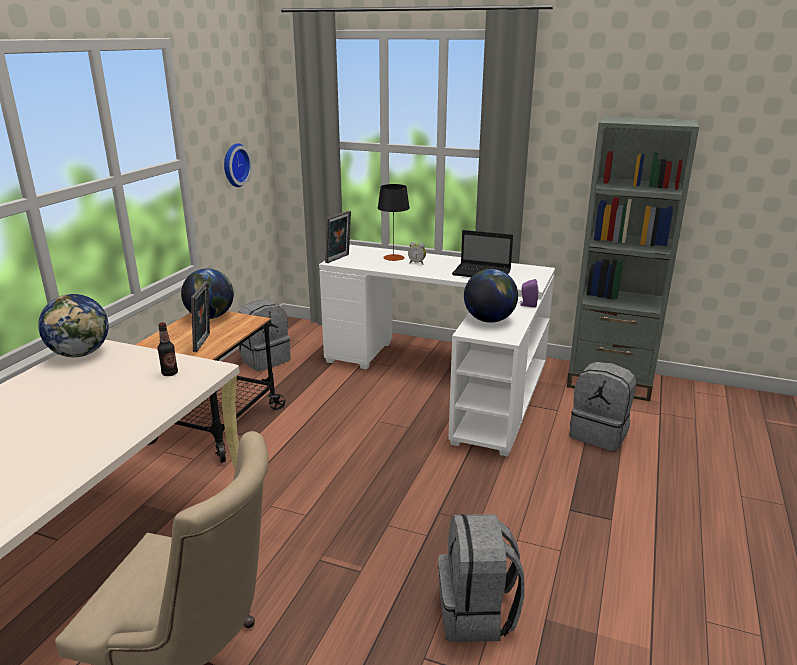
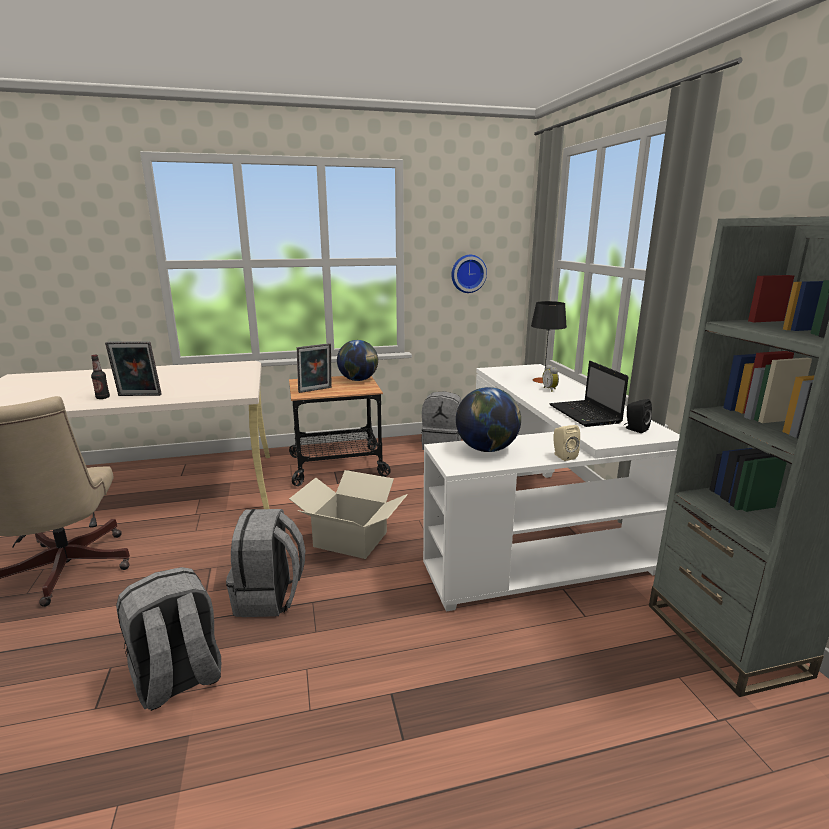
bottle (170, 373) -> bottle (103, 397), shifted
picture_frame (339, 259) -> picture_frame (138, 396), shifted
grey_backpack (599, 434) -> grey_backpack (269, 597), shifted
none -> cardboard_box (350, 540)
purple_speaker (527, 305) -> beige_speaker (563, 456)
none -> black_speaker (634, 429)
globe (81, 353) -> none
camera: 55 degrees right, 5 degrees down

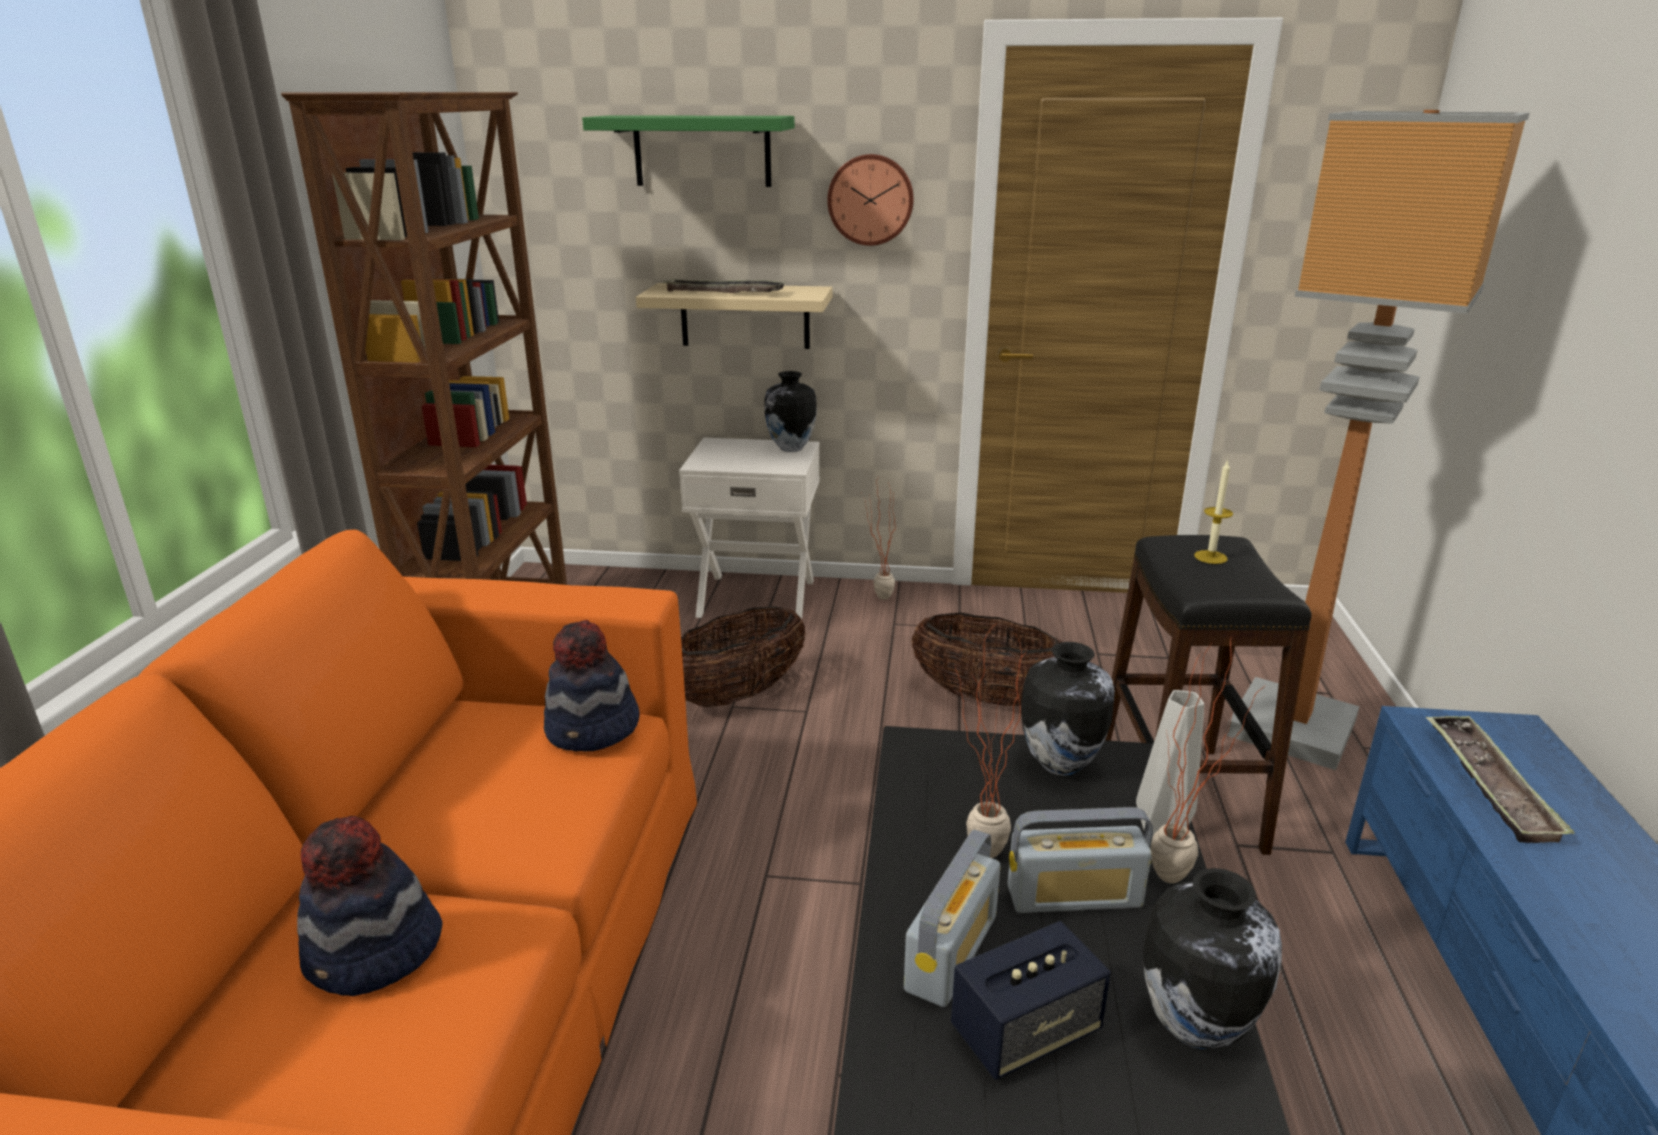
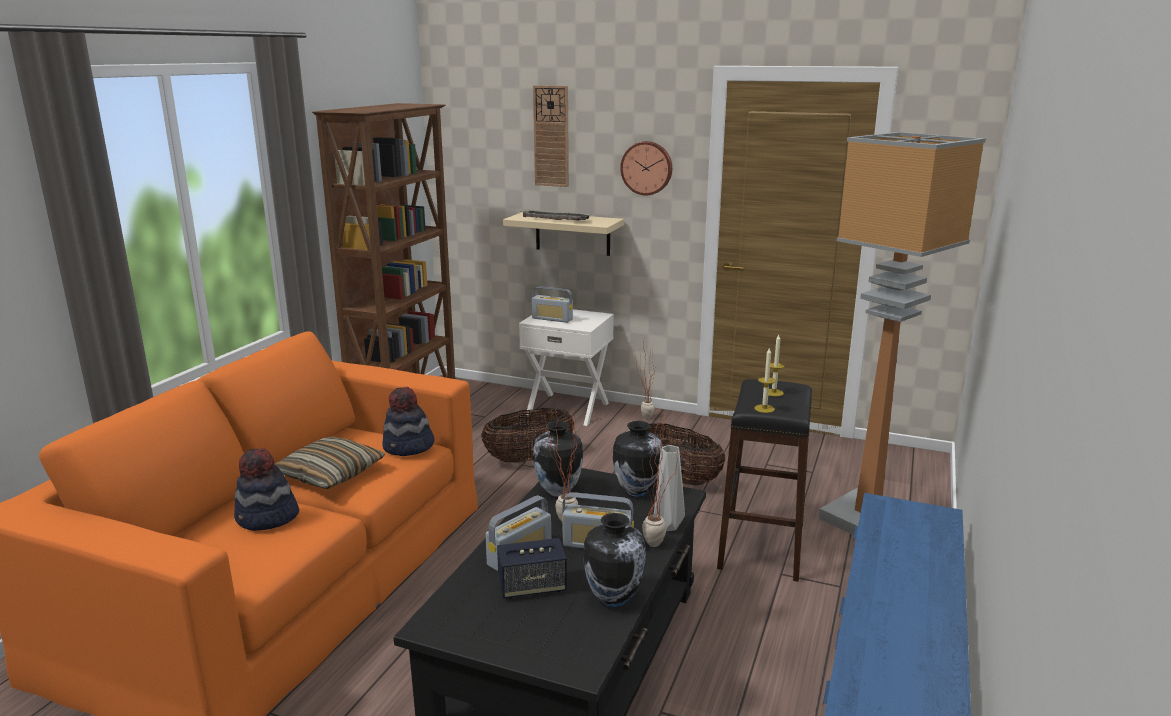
none -> pillow (330, 474)
none -> radio (552, 319)
green_shelf (702, 151) -> wall_clock (551, 136)
vase (790, 449) -> vase (557, 492), shifted
none -> candle (764, 408)
tray (1489, 783) -> none
camera: 15 degrees right, 5 degrees down

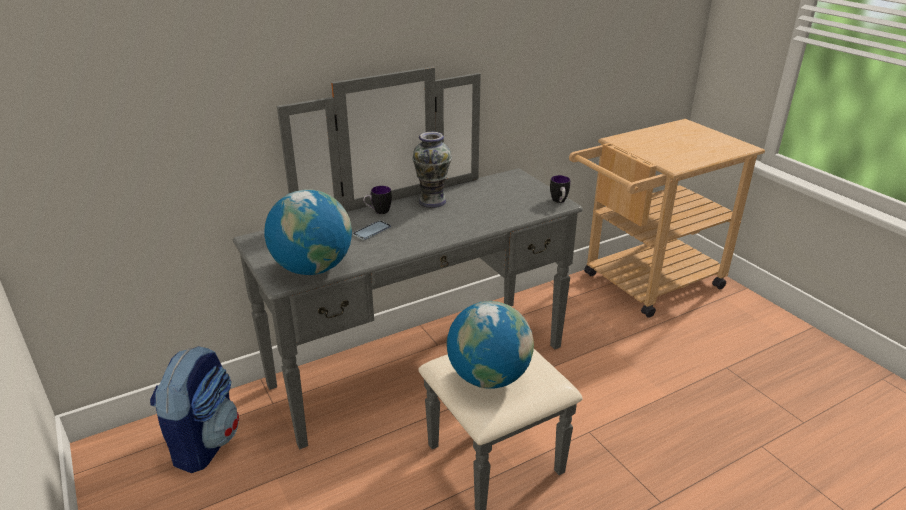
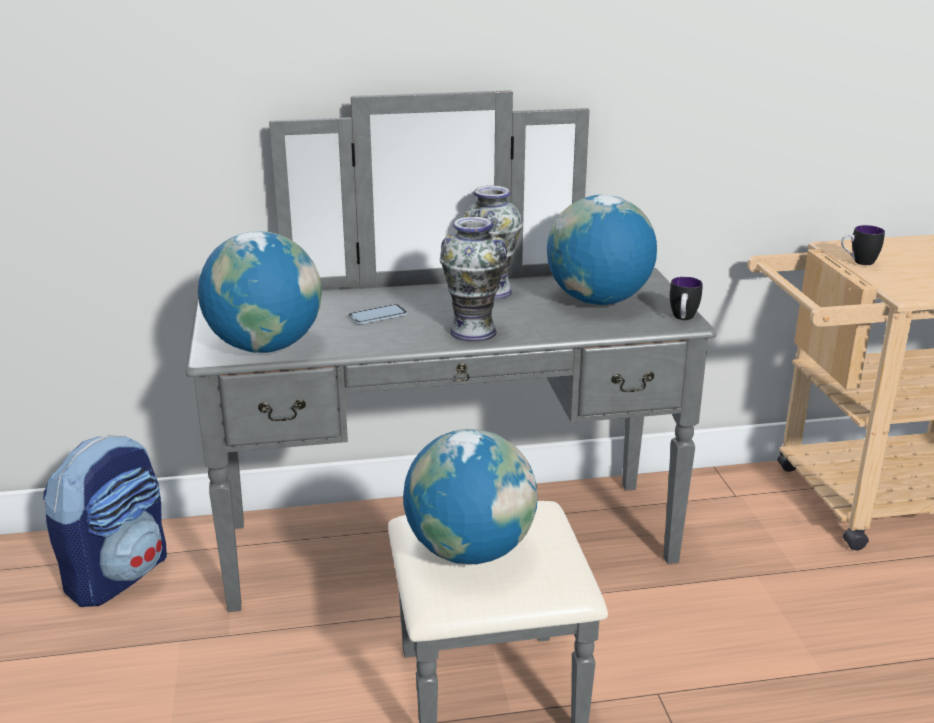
none -> vase (473, 331)
none -> globe (598, 300)
mug (378, 212) -> mug (858, 262), shifted
camera: 20 degrees right, 5 degrees down

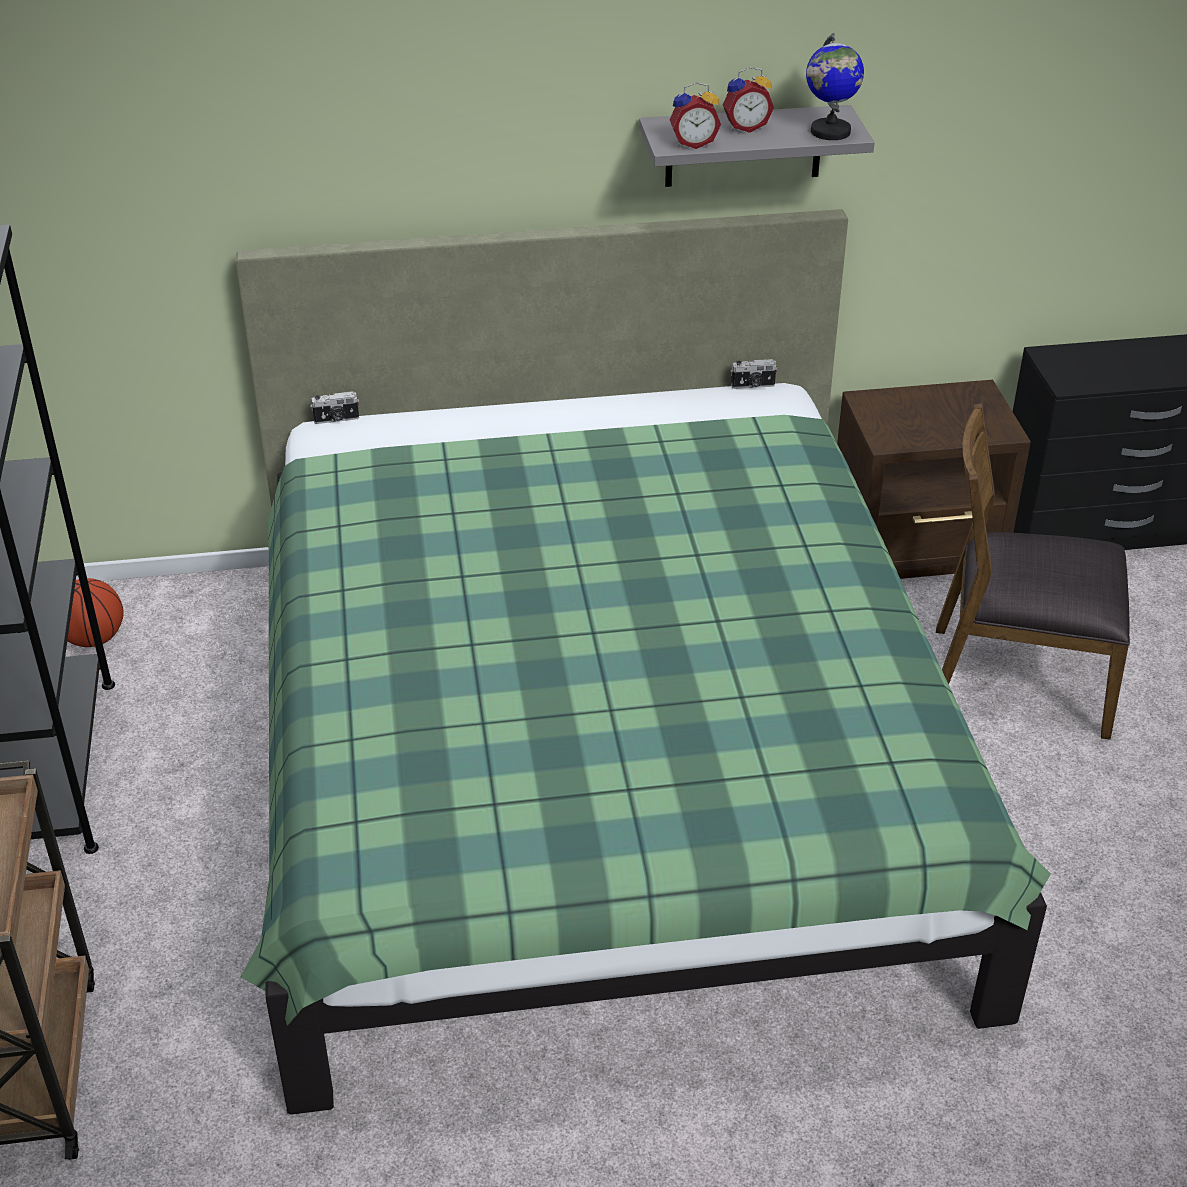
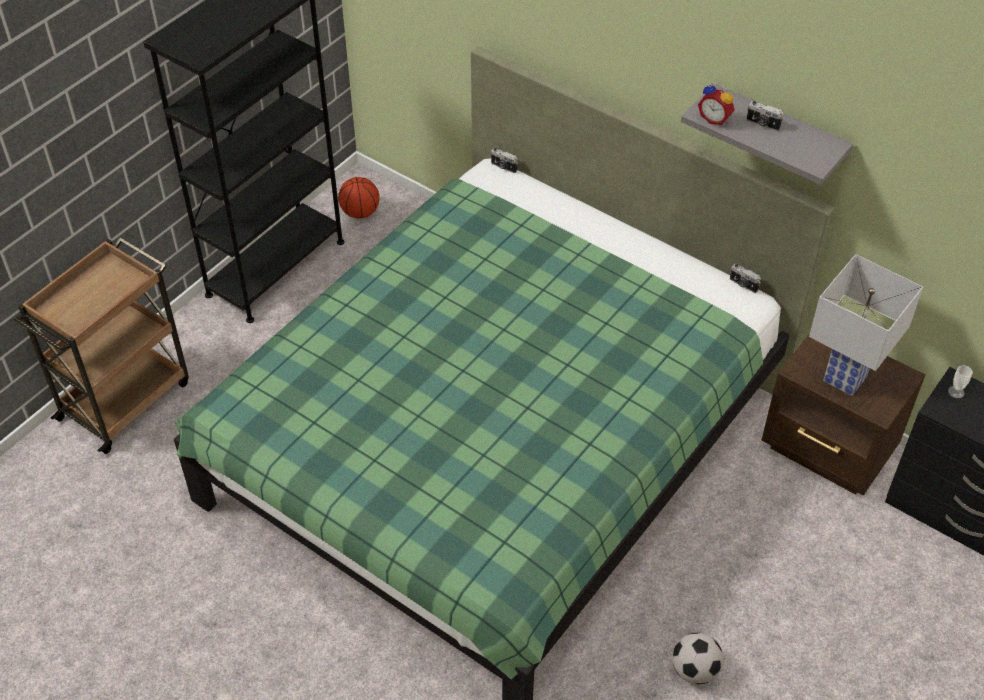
none -> football (694, 670)
alarm_clock (745, 127) -> photo_camera (762, 124)
none -> white_table_lamp (845, 379)
none -> cup (956, 392)
globe (830, 132) -> none
brown_chair (1018, 678) -> none
camera: 45 degrees right, 10 degrees up

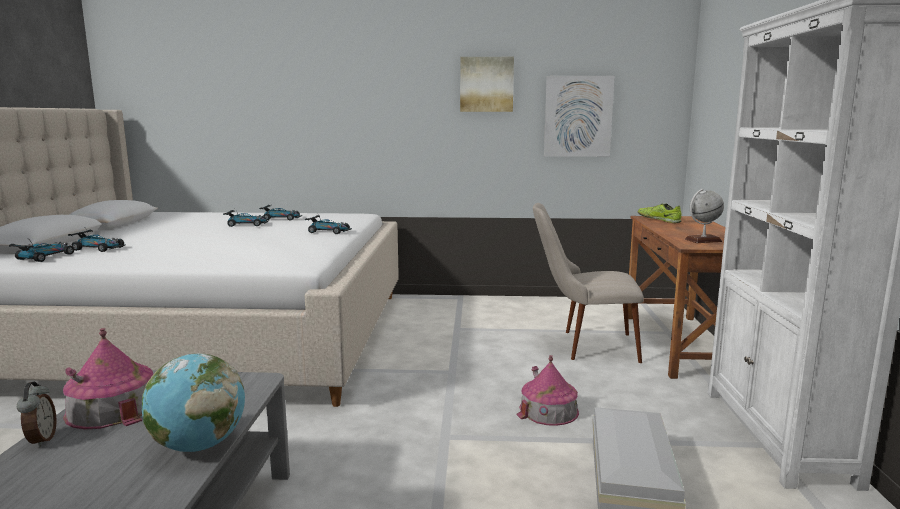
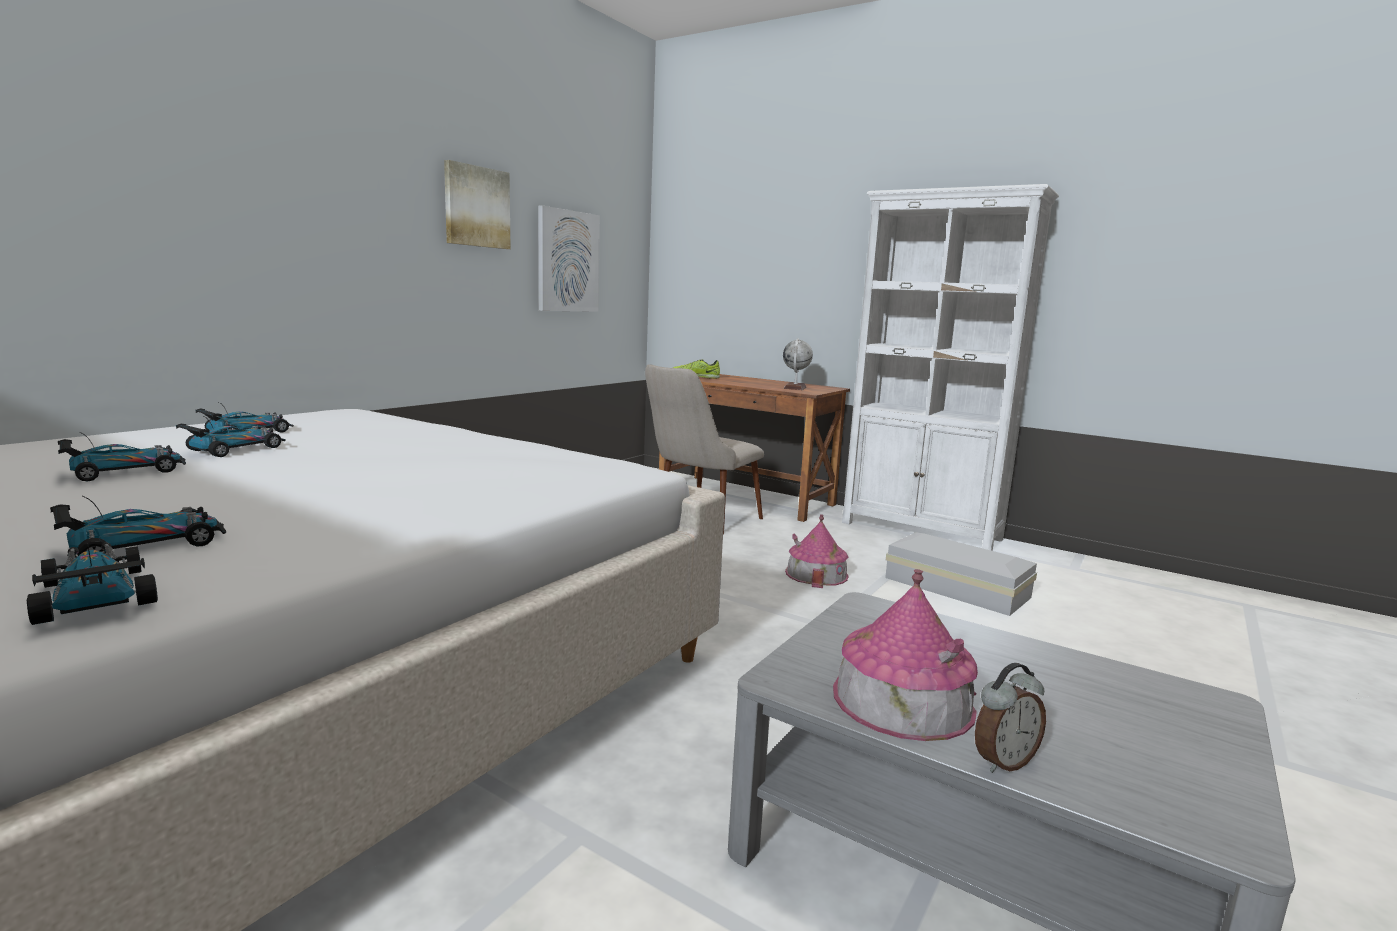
toy_car (329, 231) -> toy_car (124, 471), shifted
alarm_clock (41, 440) -> alarm_clock (1002, 761), 135 degrees clockwise
globe (198, 446) -> none
camera: 60 degrees left, 0 degrees up

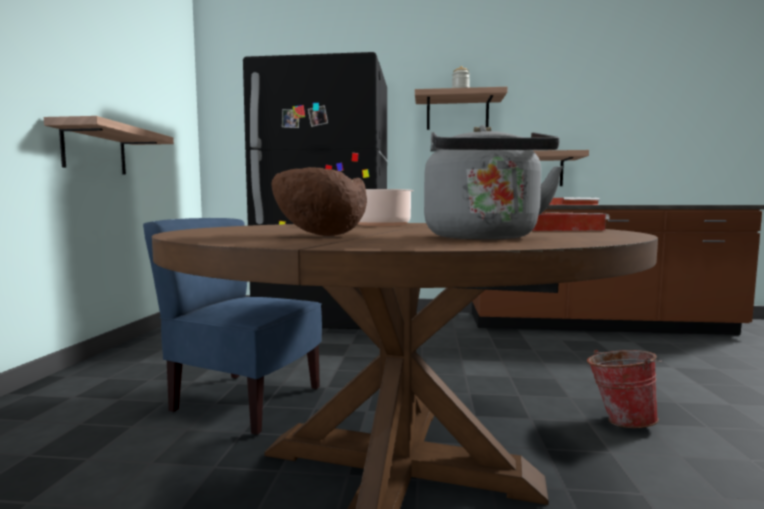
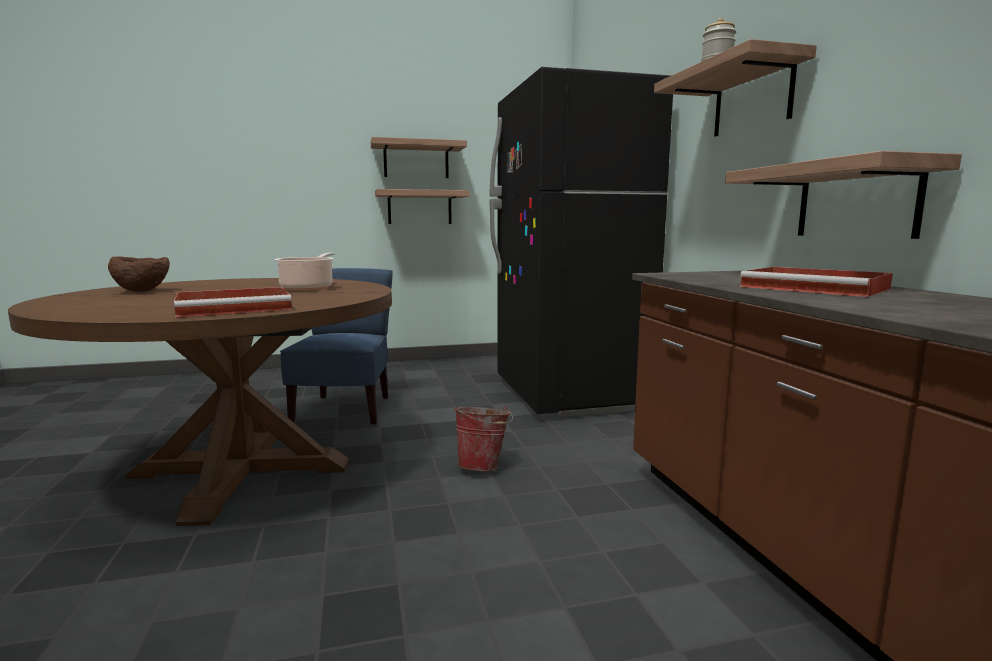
none -> shelf (416, 160)
bucket (619, 419) -> bucket (483, 466), shifted
grey_kettle (484, 238) -> none
camera: 70 degrees right, 5 degrees up

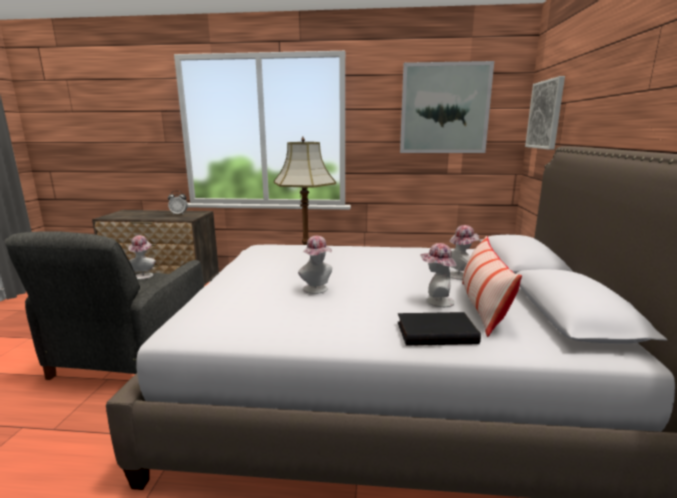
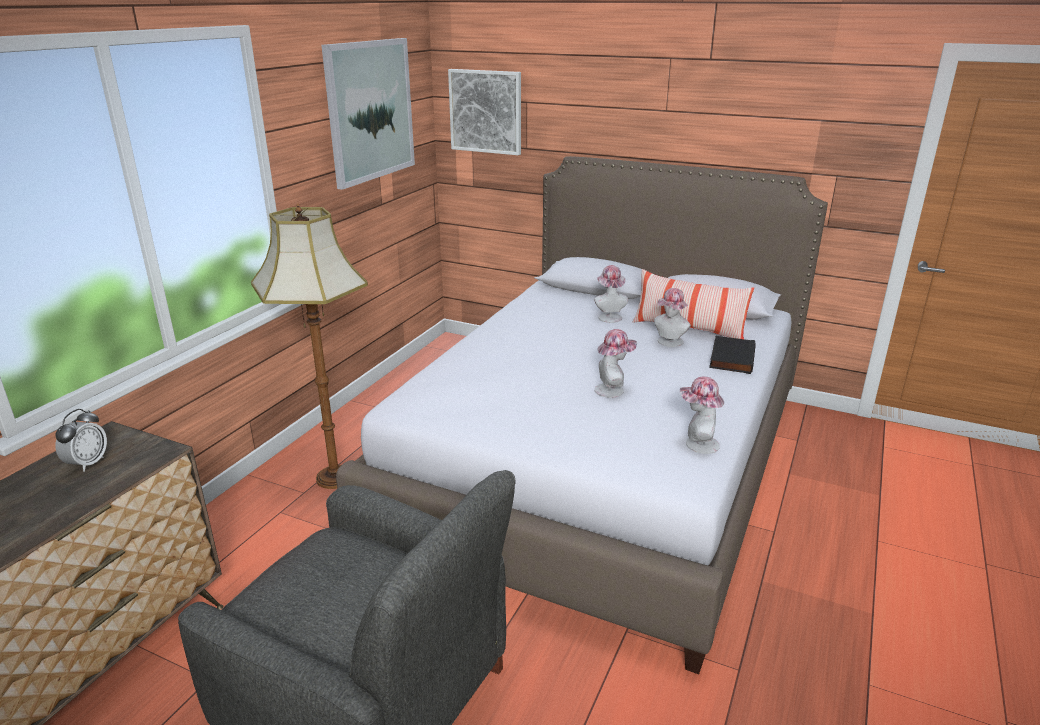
hat (144, 275) -> hat (697, 444), shifted
camera: 70 degrees left, 10 degrees up

